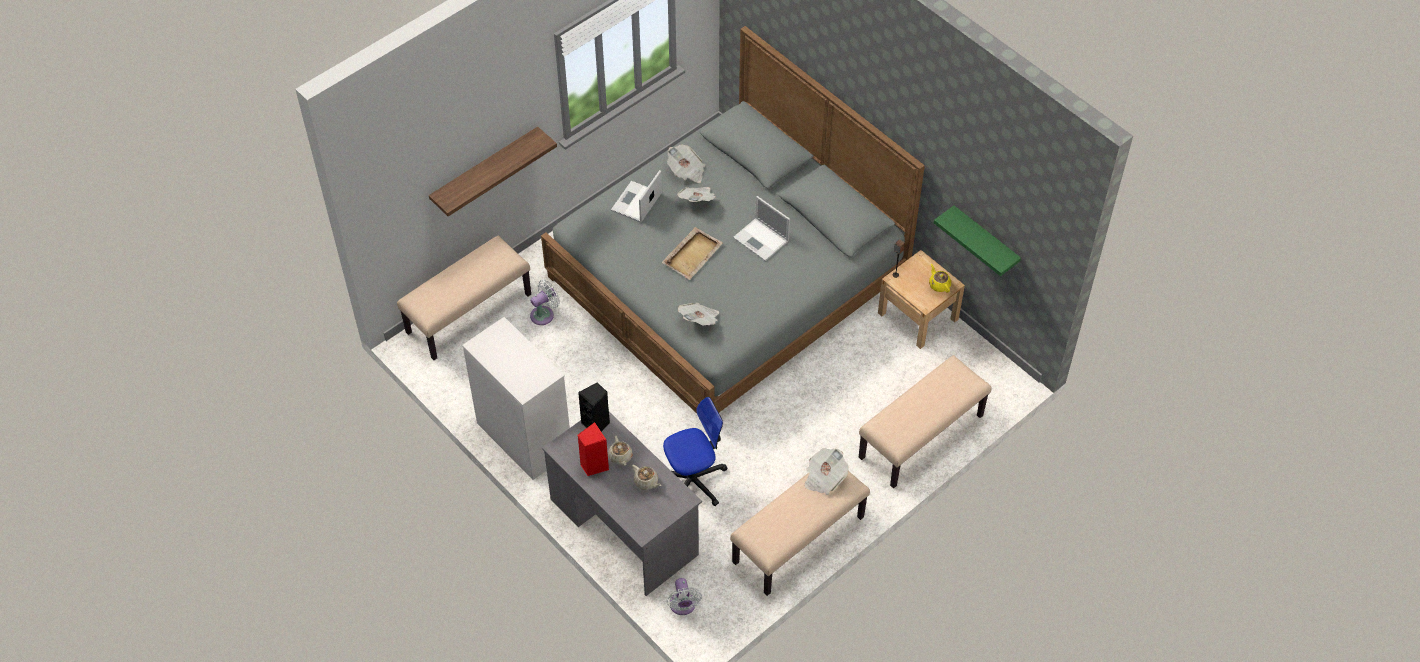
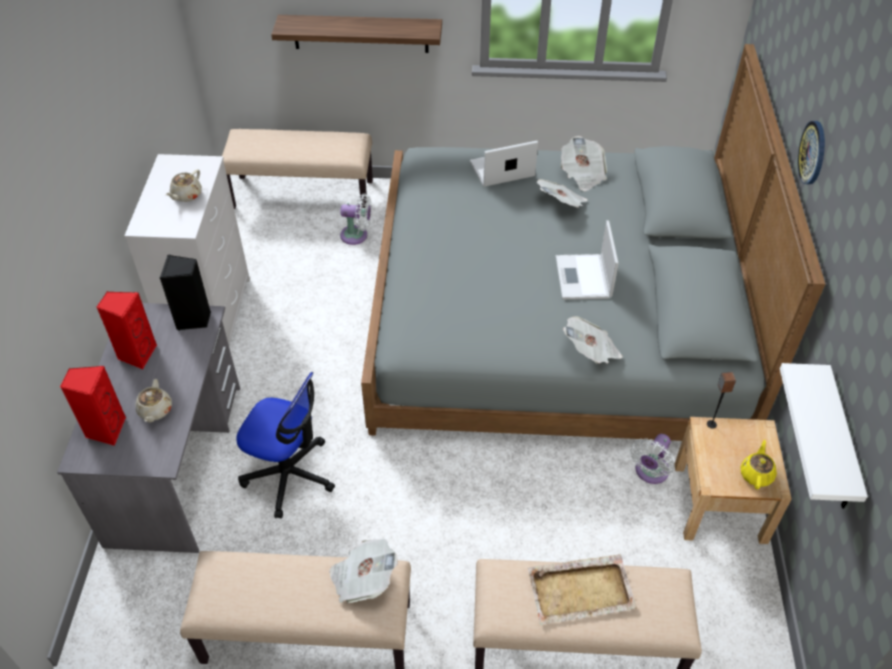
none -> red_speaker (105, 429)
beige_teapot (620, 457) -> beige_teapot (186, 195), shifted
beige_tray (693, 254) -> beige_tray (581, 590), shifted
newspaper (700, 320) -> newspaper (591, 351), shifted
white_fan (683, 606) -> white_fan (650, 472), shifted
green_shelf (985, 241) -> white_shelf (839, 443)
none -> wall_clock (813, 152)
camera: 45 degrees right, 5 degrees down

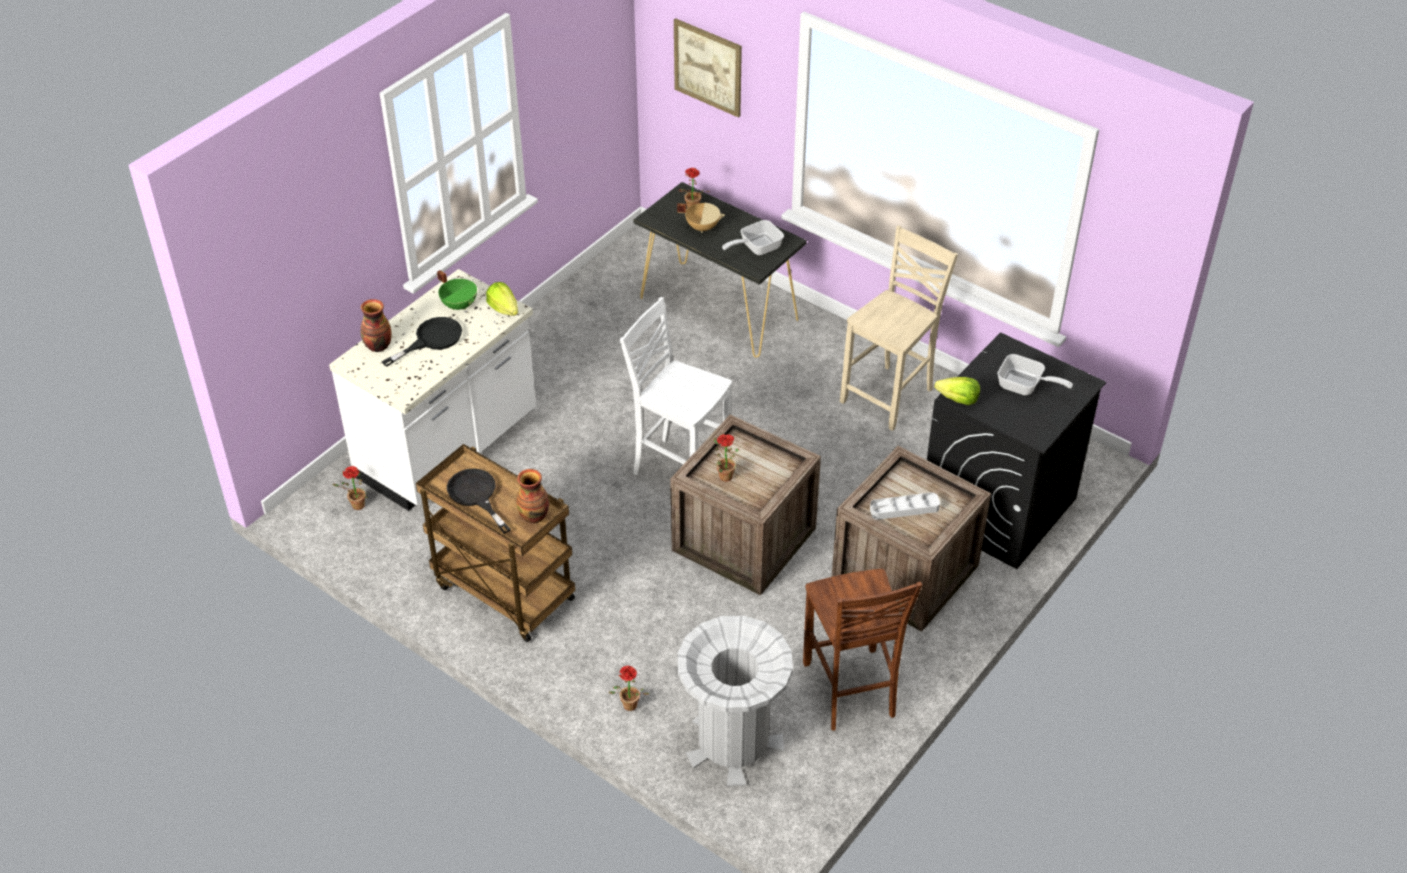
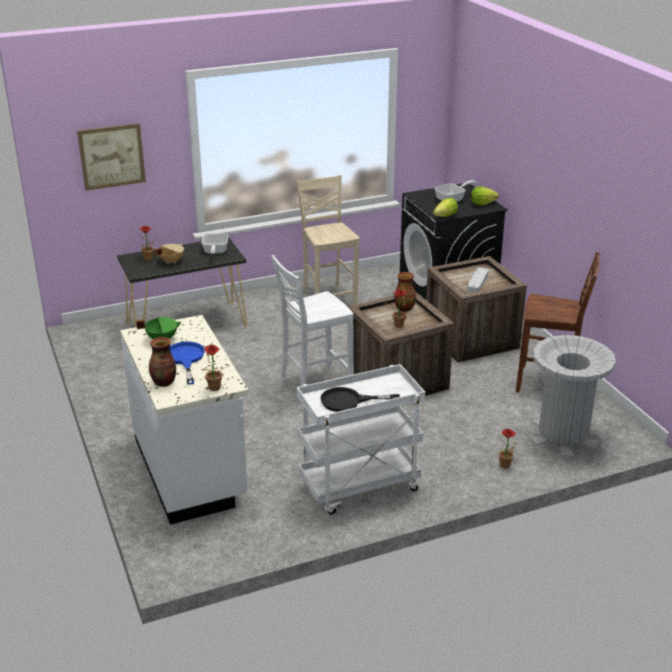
black_frying_pan (431, 340) -> blue_frying_pan (185, 359)
potted_plant (355, 506) -> potted_plant (214, 389), shifted
brown_cart (502, 592) -> white_cart (359, 487)
vase (534, 515) -> vase (404, 308), shifted
lettuce (504, 309) -> lettuce (482, 203), shifted
camera: 60 degrees left, 15 degrees down

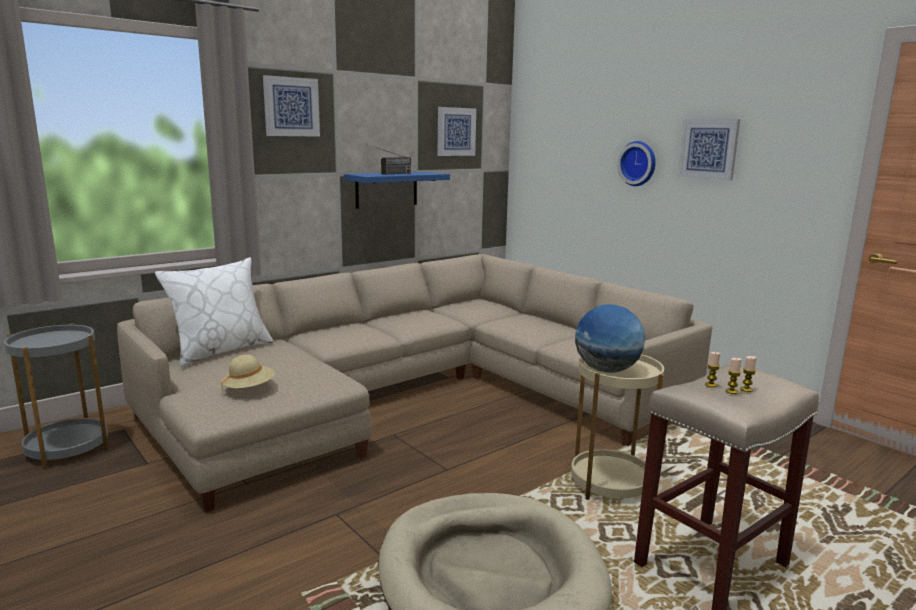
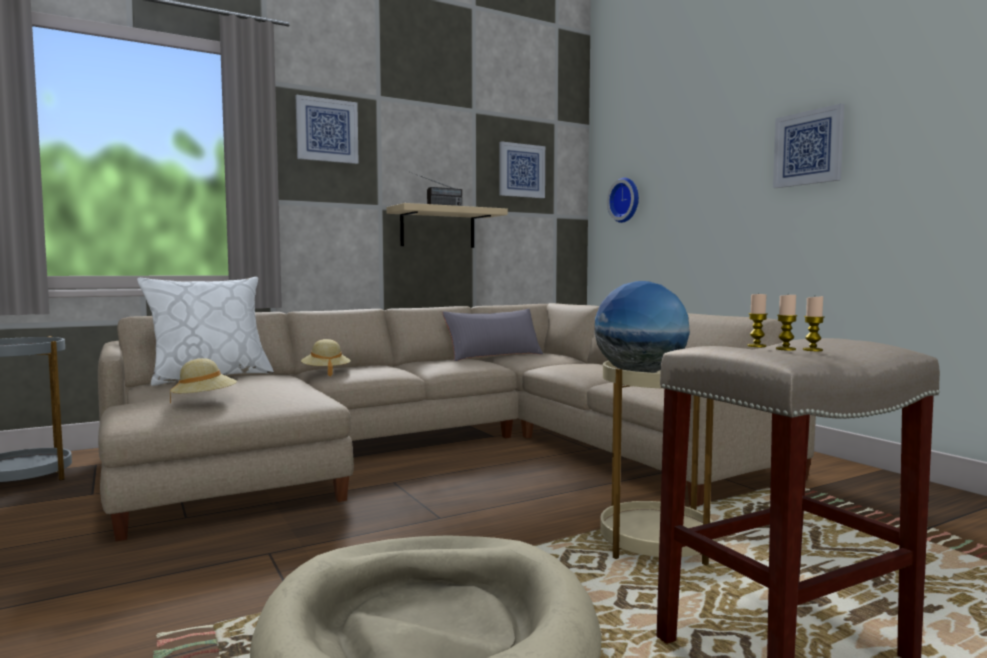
none -> beige_hat (325, 372)
blue_shelf (386, 189) -> beige_shelf (438, 228)
none -> grey_pillow (494, 356)
wall_clock (638, 163) -> wall_clock (626, 200), shifted
camera: 10 degrees right, 10 degrees down

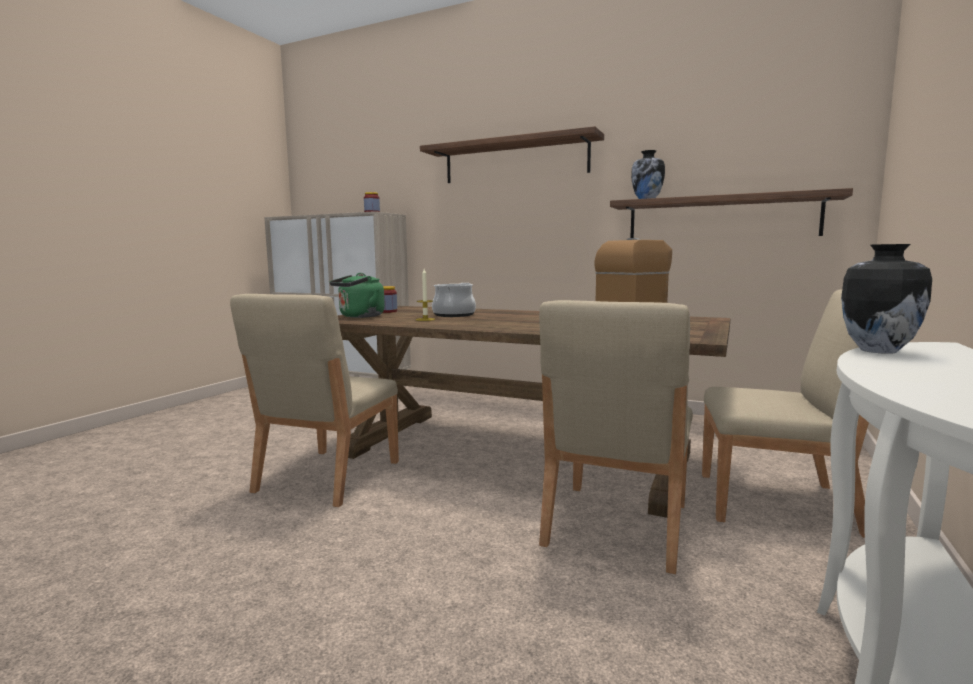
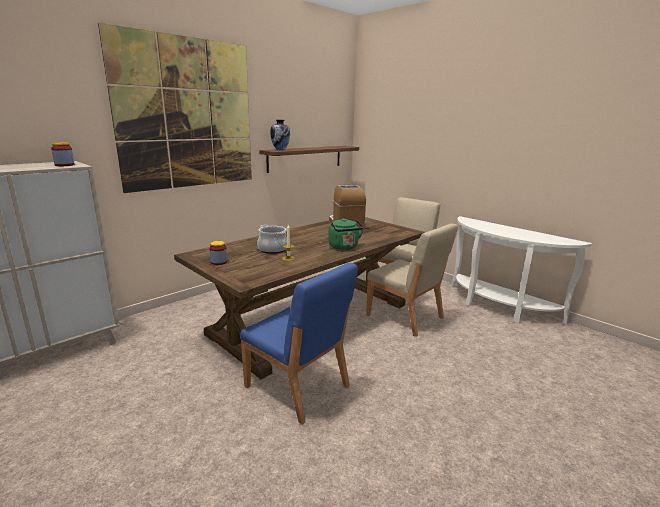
shelf (515, 160) -> picture (187, 114)
beige_chair (327, 477) -> blue_chair (297, 387)
green_kettle (359, 316) -> green_kettle (344, 247), shifted
vase (877, 350) -> none
camera: 70 degrees left, 10 degrees up

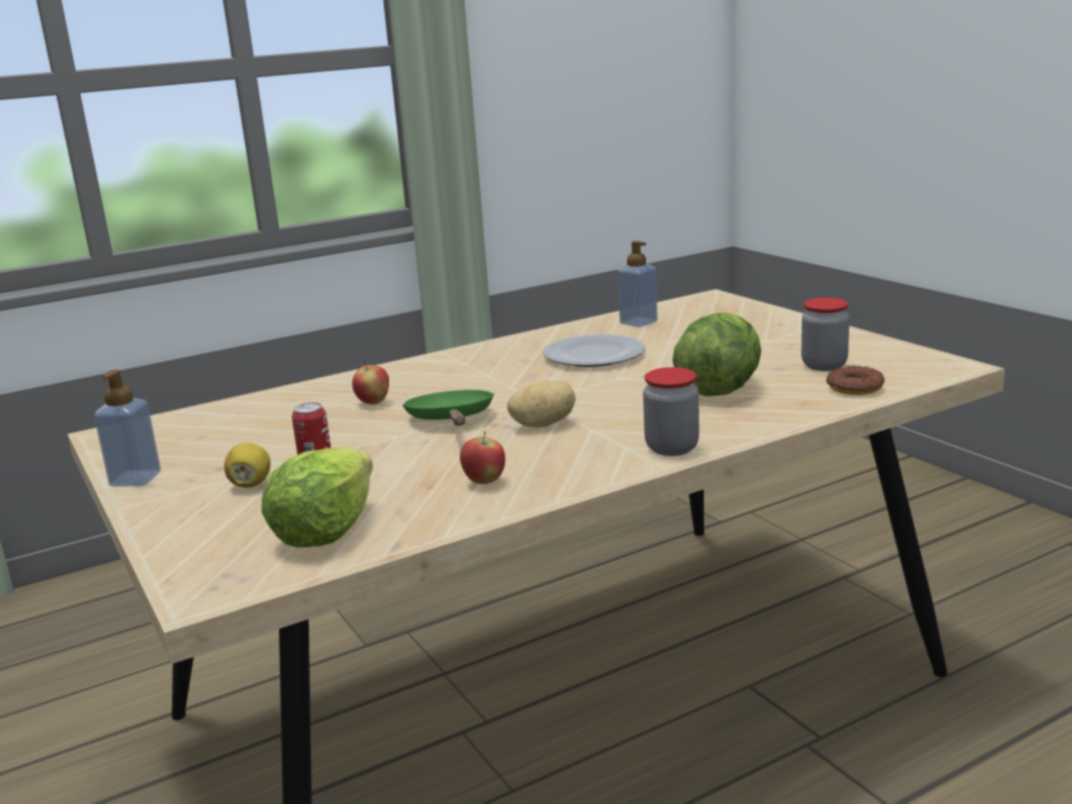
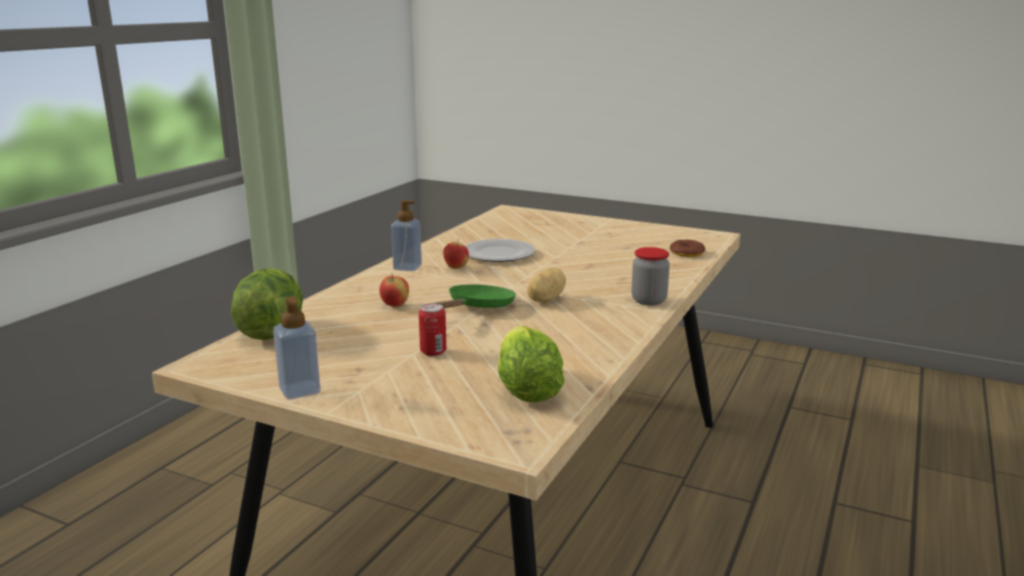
lettuce (719, 390) -> lettuce (271, 332), shifted
soap_dispenser (638, 323) -> soap_dispenser (407, 267), shifted
green_frying_pan (451, 420) -> green_frying_pan (478, 307), 75 degrees clockwise
apple (484, 482) -> apple (456, 268), shifted
lemon (250, 484) -> none
jar (824, 365) -> none
camera: 35 degrees left, 0 degrees up

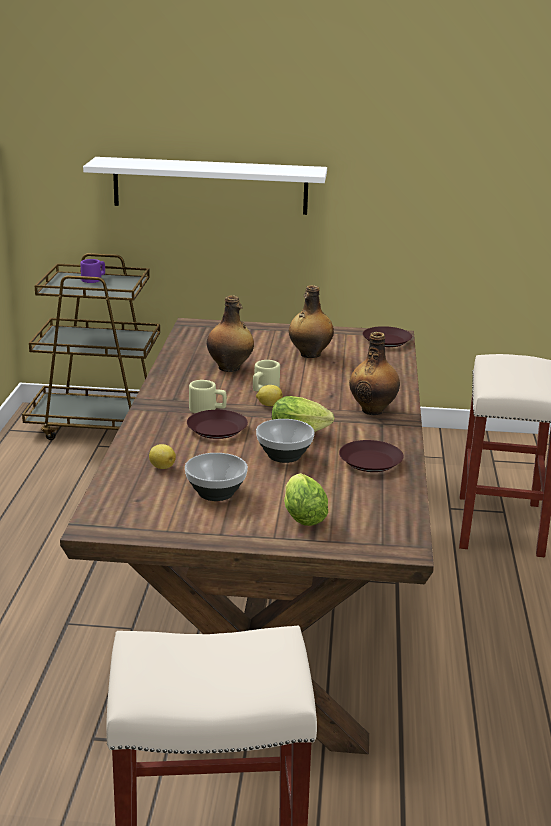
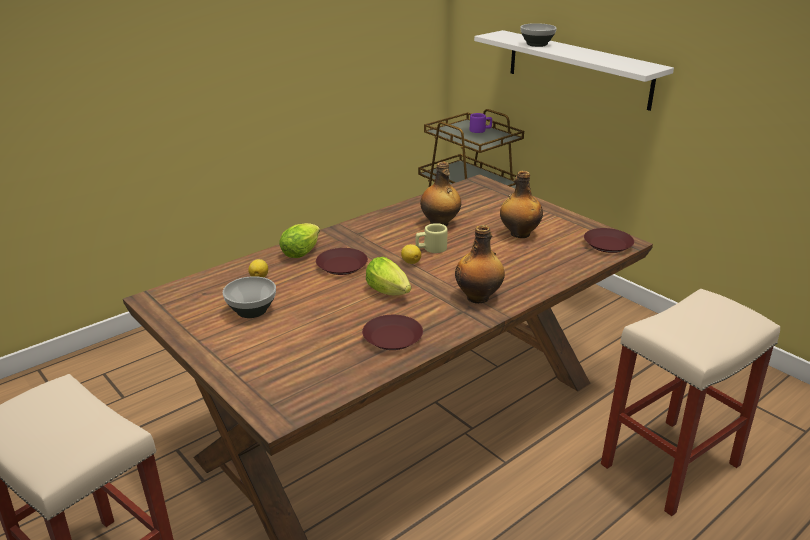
lettuce (302, 515) -> lettuce (302, 252), shifted
bowl (283, 456) -> bowl (536, 44), shifted
beige_mug (207, 409) -> none
camera: 45 degrees right, 5 degrees up

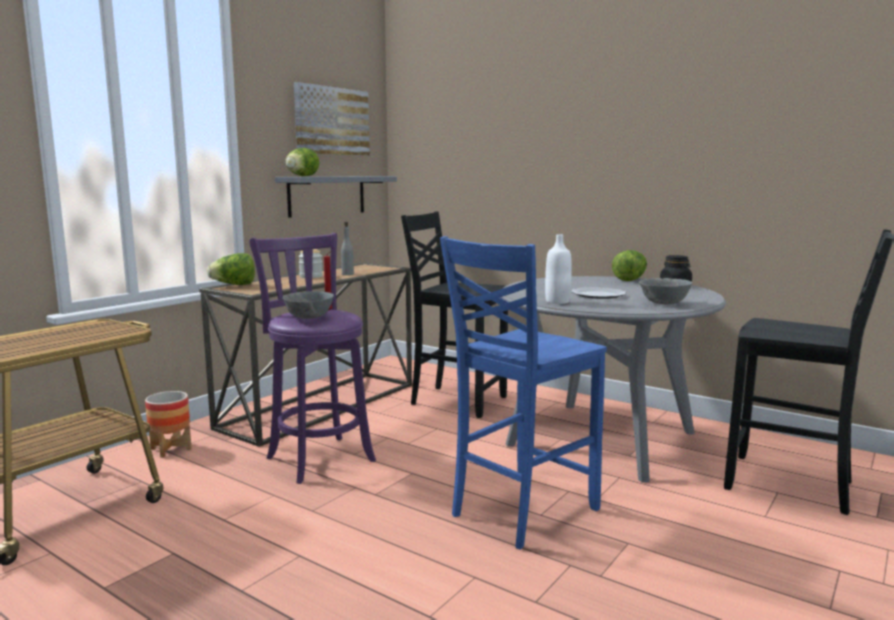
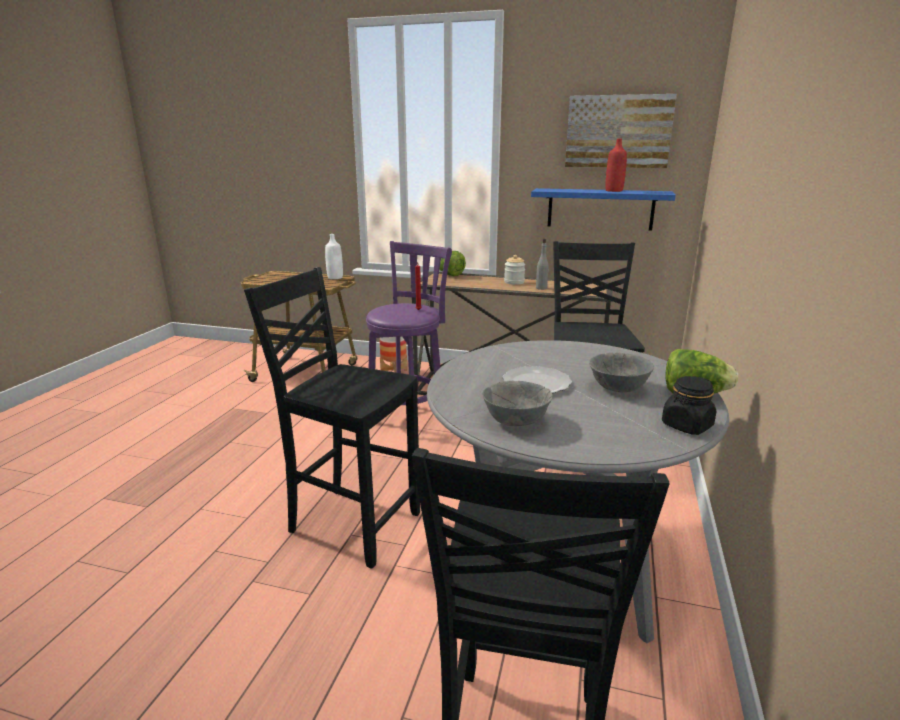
blue_chair (520, 512) -> black_chair (352, 522)
white_bottle (557, 302) -> white_bottle (335, 277), shifted
grey_shelf (327, 195) -> blue_shelf (600, 209)
grey_bowl (309, 317) -> grey_bowl (618, 388), shifted
none -> red_bottle (614, 191)
lettuce (301, 176) -> none
camera: 70 degrees right, 10 degrees up

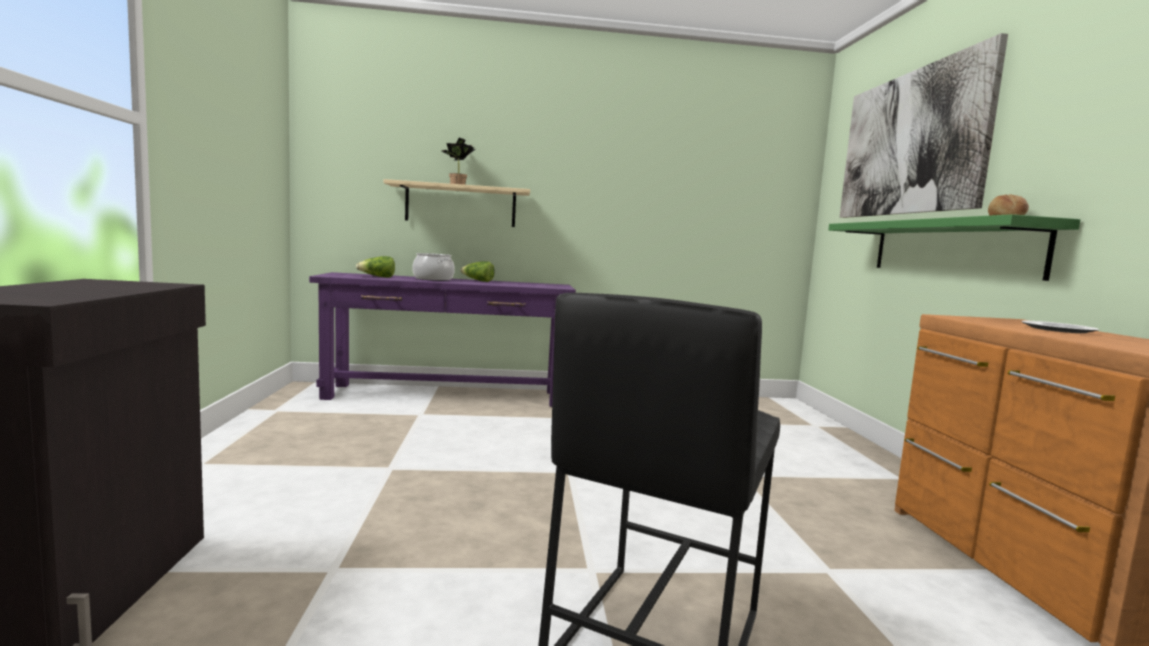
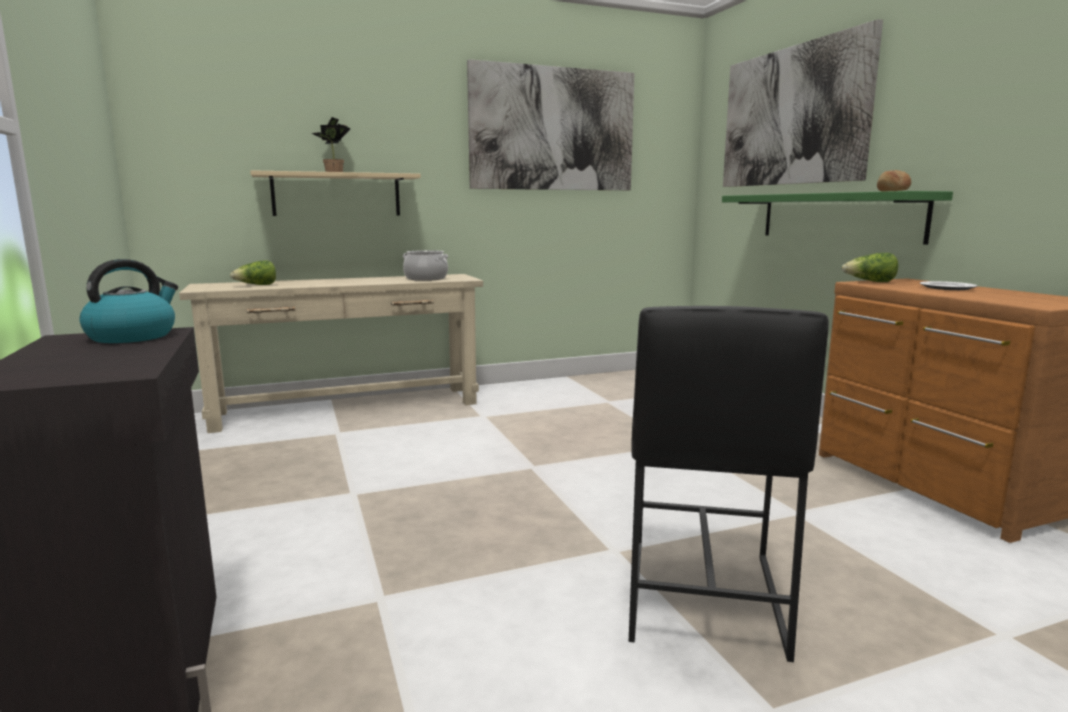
none -> kettle (133, 336)
purple_console_table (446, 395) -> beige_console_table (348, 408)
cooking_pot (433, 279) -> cooking_pot (426, 278), shifted
none -> picture (553, 129)
lettuce (478, 281) -> lettuce (870, 282), shifted
camera: 15 degrees left, 5 degrees up

